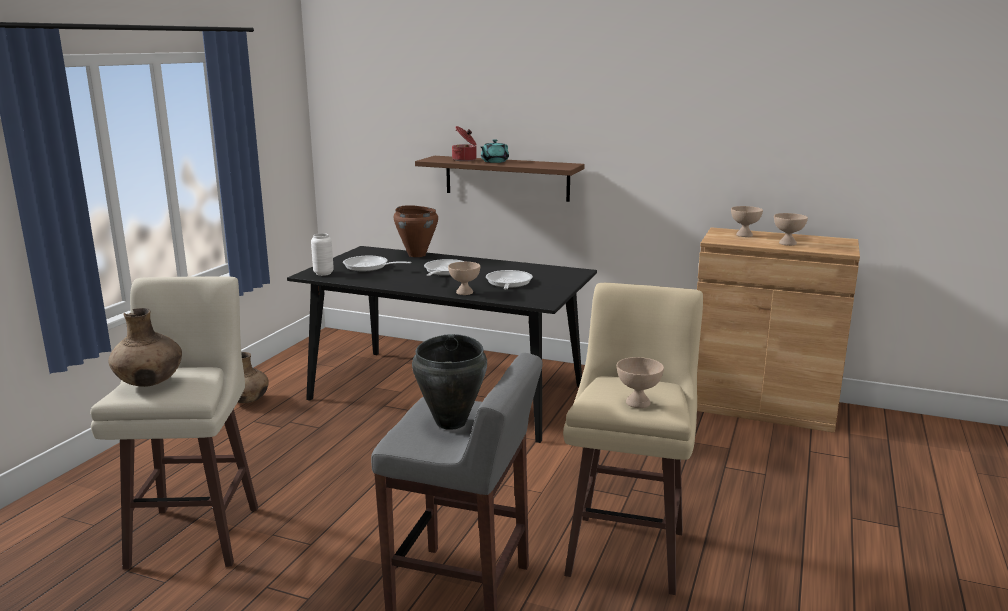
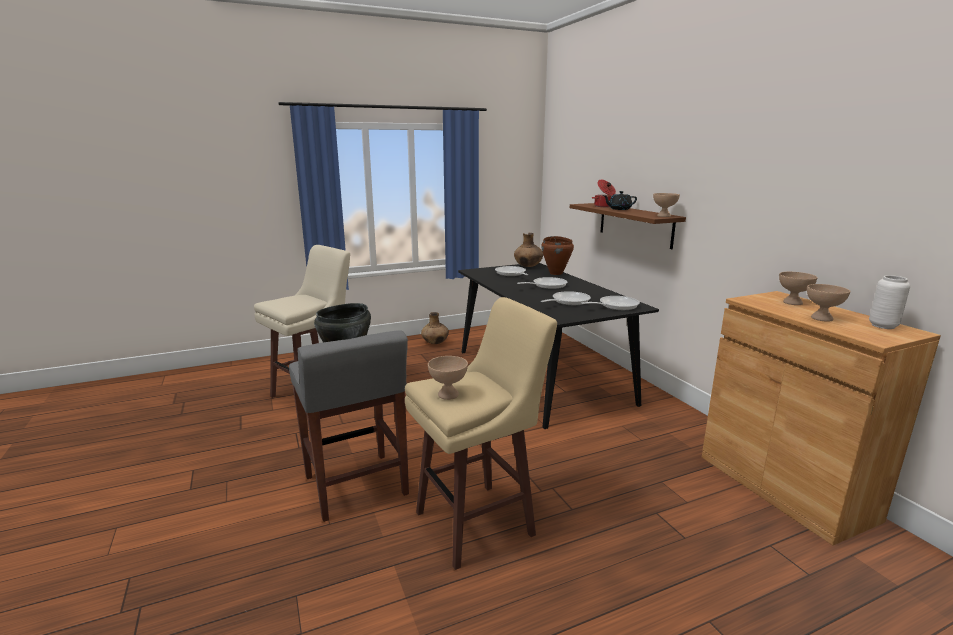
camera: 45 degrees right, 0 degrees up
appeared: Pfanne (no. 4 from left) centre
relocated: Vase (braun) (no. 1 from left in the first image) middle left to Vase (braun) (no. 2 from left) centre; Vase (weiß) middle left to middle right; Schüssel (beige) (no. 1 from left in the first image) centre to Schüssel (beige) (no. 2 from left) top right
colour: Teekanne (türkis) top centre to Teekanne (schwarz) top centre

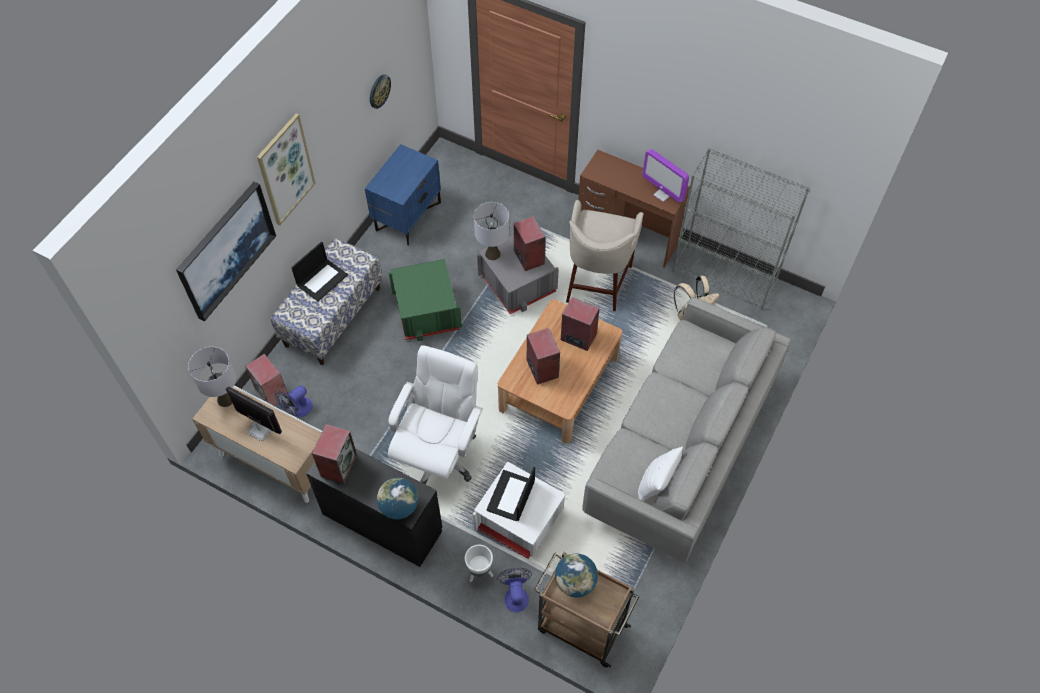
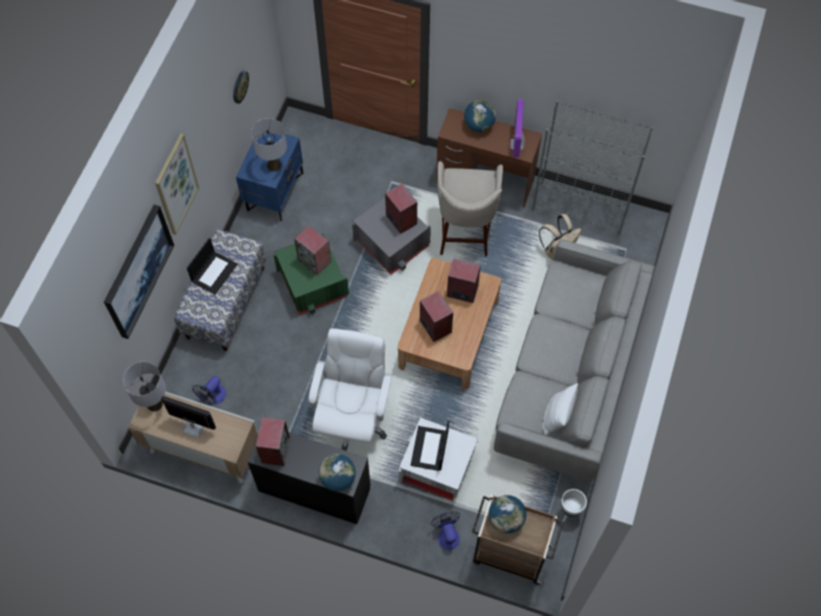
camera: 10 degrees left, 5 degrees up
appeared: Globus (no. 2 from left) top centre
relocated: Lautsprecher (no. 1 from left in the first image) middle left to Lautsprecher (no. 2 from left) centre; Pflanzkübel (weiß) bottom centre to bottom right; Tischlampe (grau) (no. 2 from left) centre to top left
spun: Monitor (no. 2 from left) top centre = top centre 60 degrees clockwise

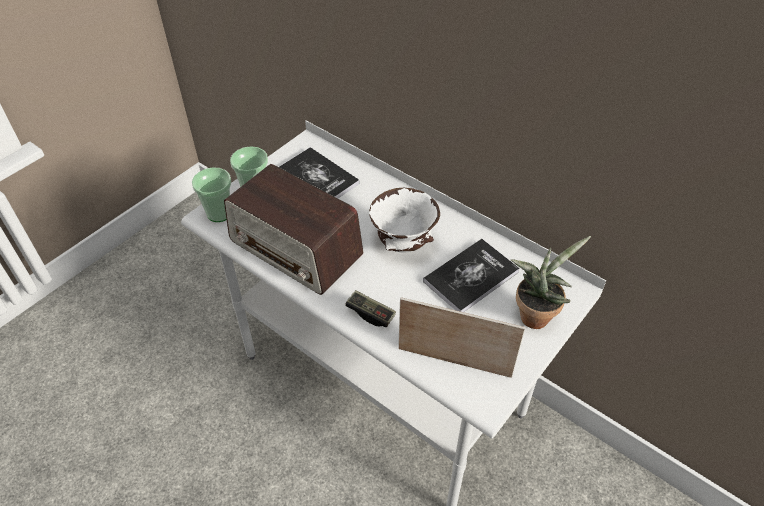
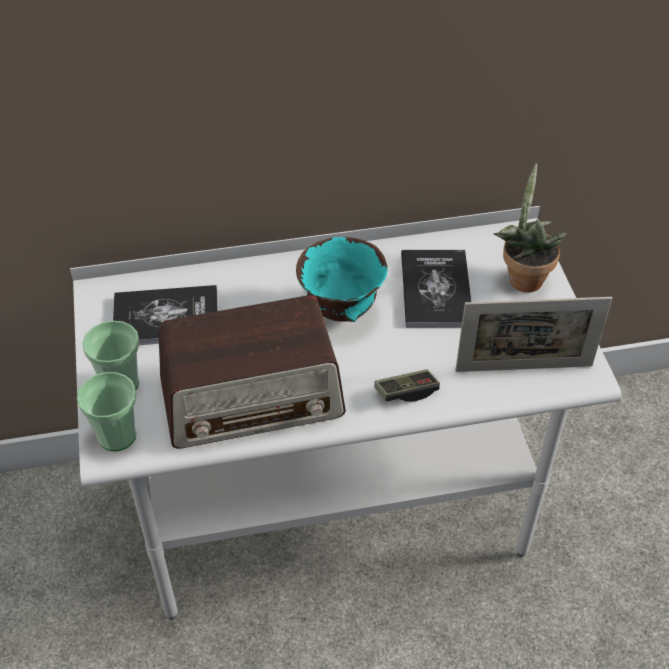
camera: 50 degrees left, 0 degrees up
colour: Schüssel (weiß) centre to Schüssel (türkis) centre
spun: Bilderrahmen centre = middle right 150 degrees counterclockwise

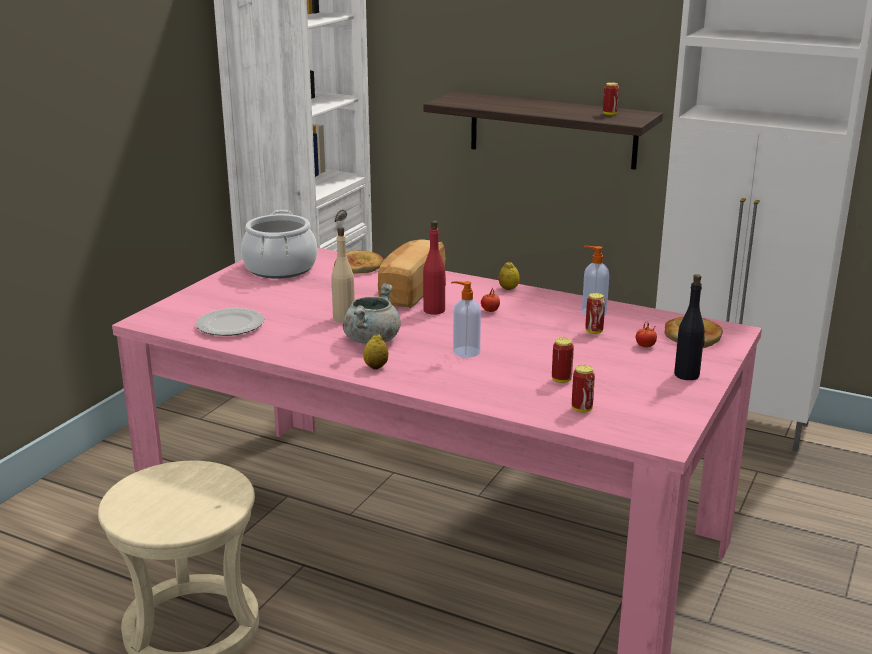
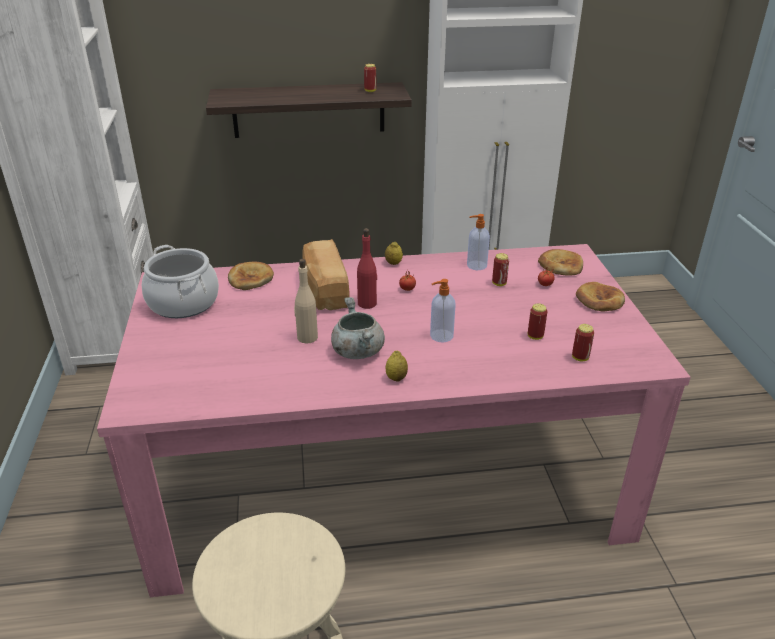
camera: 35 degrees left, 10 degrees up
missing: Teller middle left
exchanged: Flasche (schwarz) middle right to Brot (no. 4 from left) middle right

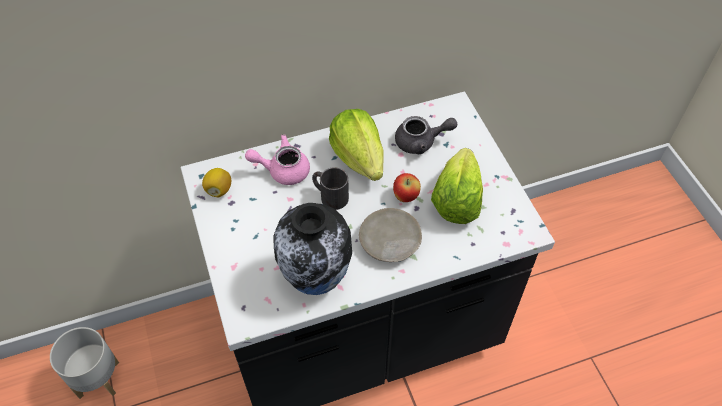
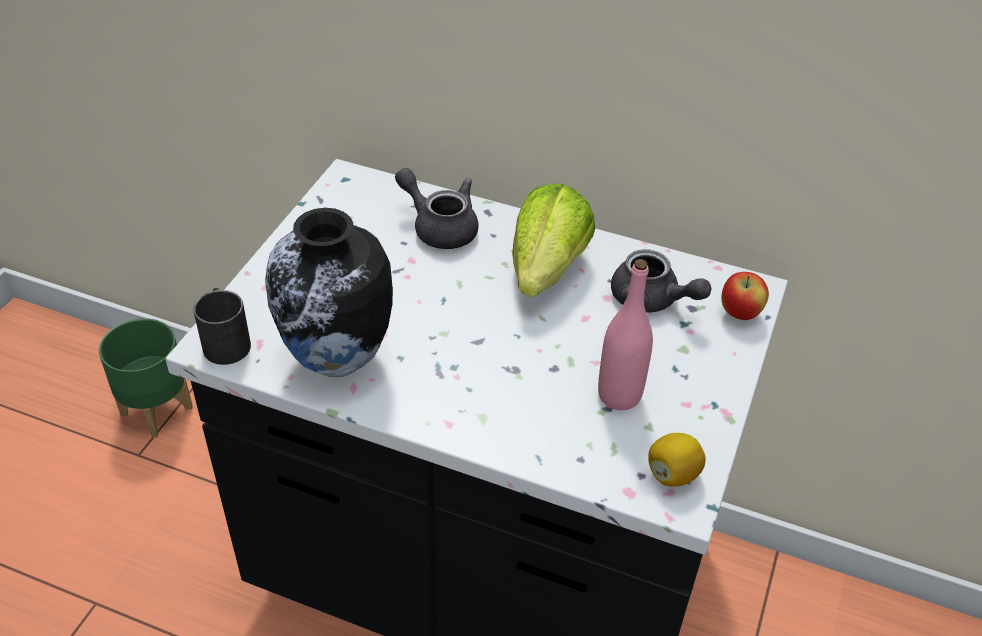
camera: 40 degrees right, 10 degrees down
missing: Teller (beige) centre
relocated: Zitrone middle left to bottom right; Henkelbecher (schwarz) centre to middle left; Apfel centre to middle right
exchanged: Salatkopf (no. 2 from left) centre to Flasche (rosa) centre
colour: Pflanzkübel (grau) bottom left to Pflanzkübel (grün) middle left; Teekanne (rosa) centre to Teekanne (grau) (no. 1 from left) top centre

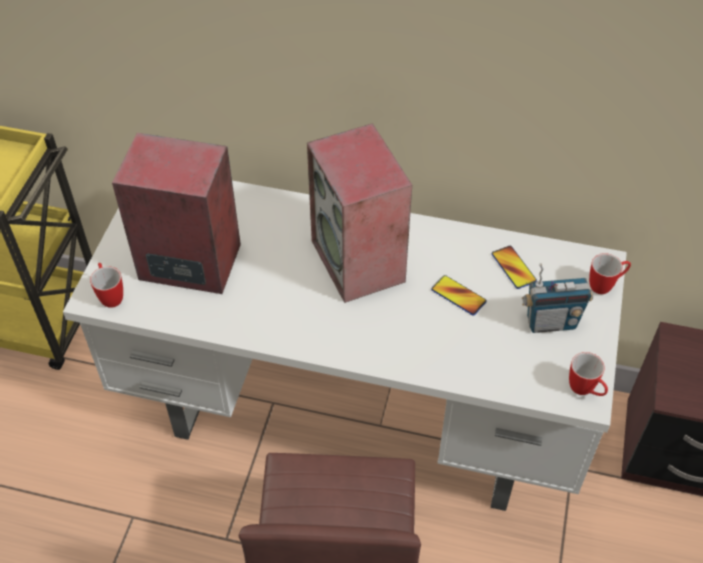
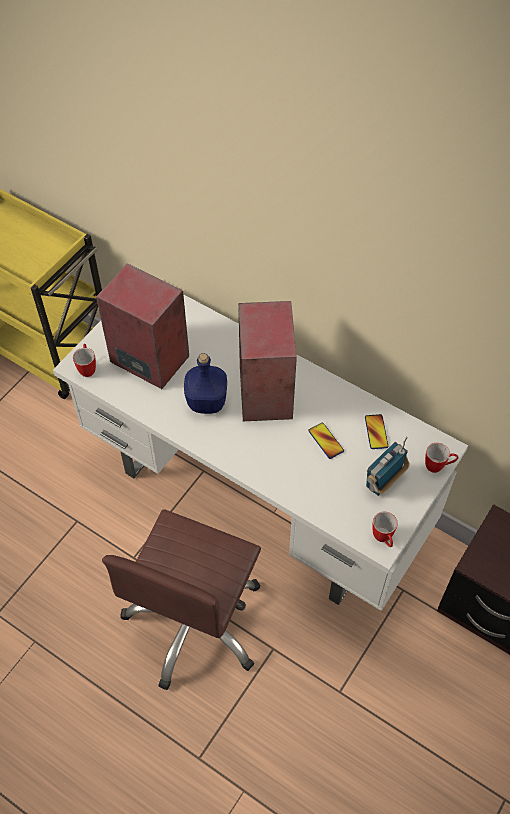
camera: 20 degrees right, 5 degrees up
appeared: Flasche (blau) centre
spun: Radio middle right = middle right 120 degrees clockwise

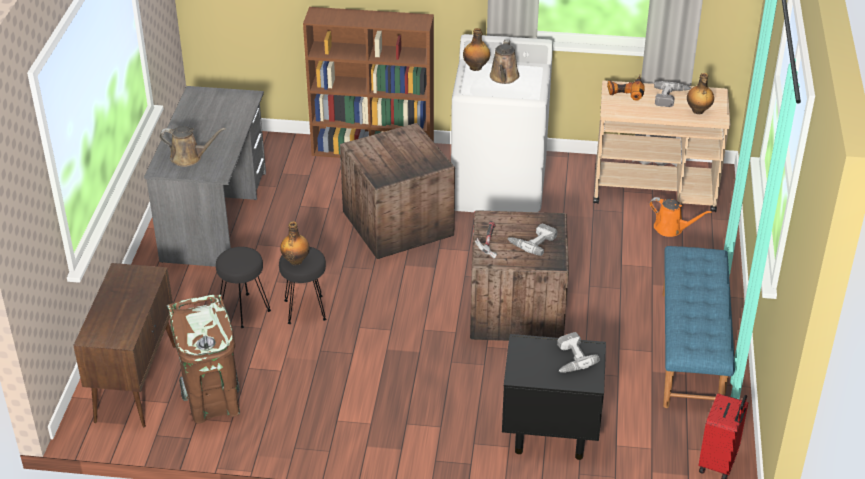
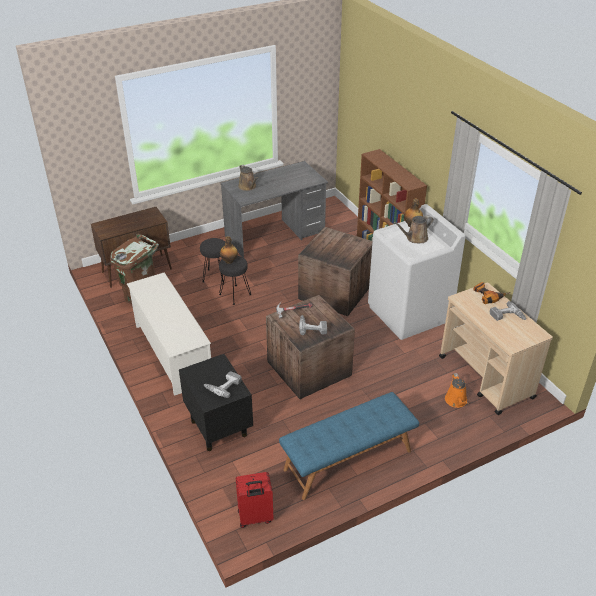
camera: 55 degrees right, 0 degrees up
missing: Flasche (no. 3 from left) top right
appeared: Schuhregal (weiß) middle left

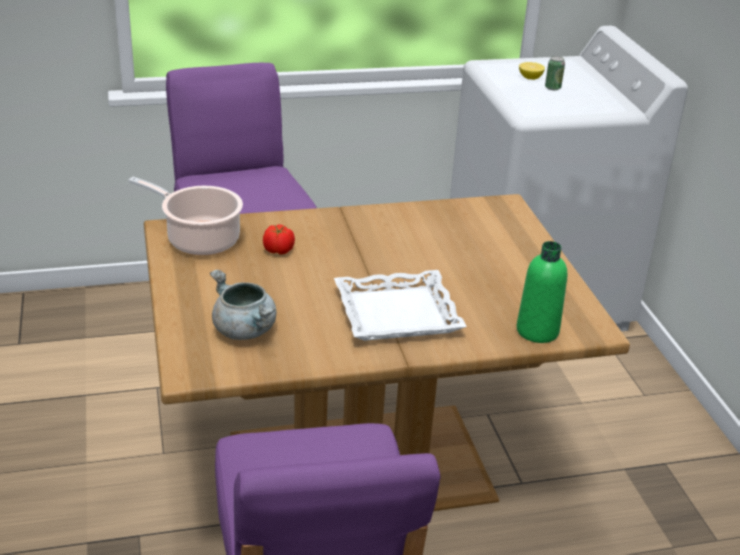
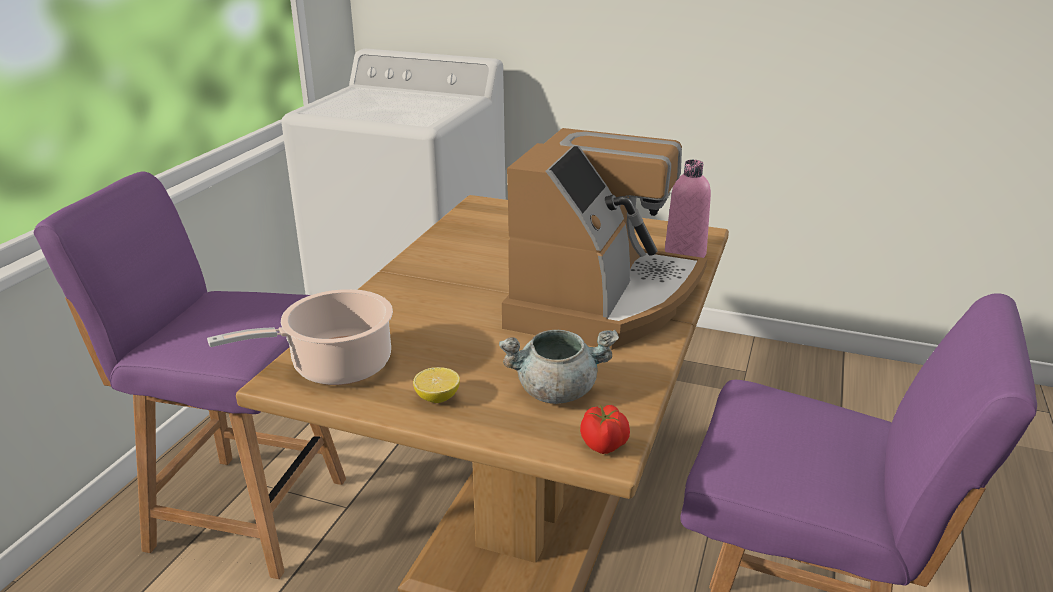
camera: 55 degrees left, 5 degrees down
missing: Dose top right
relocated: Tomate centre to bottom centre; Zitrone top right to centre
exchanged: Tablett (weiß) centre to Kaffeemaschine centre
colour: Flasche (grün) middle right to Flasche (rosa) centre

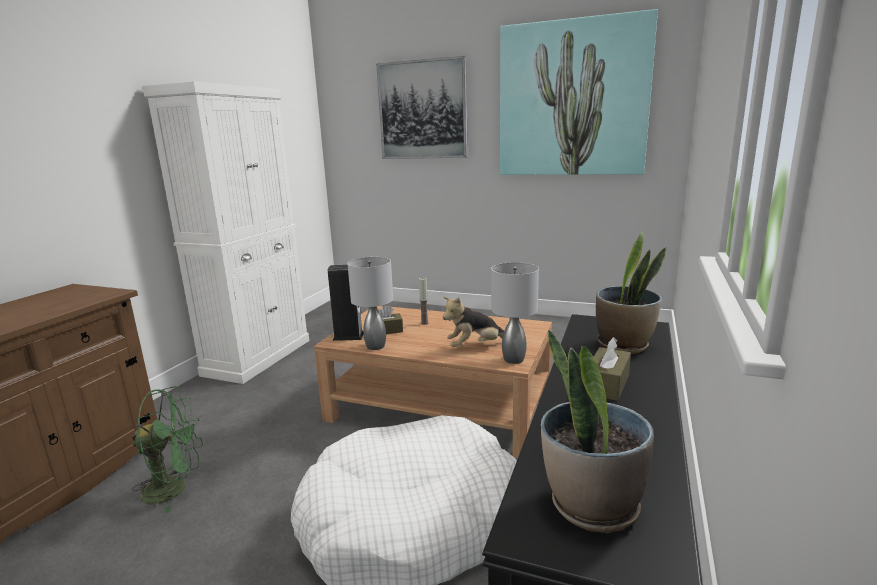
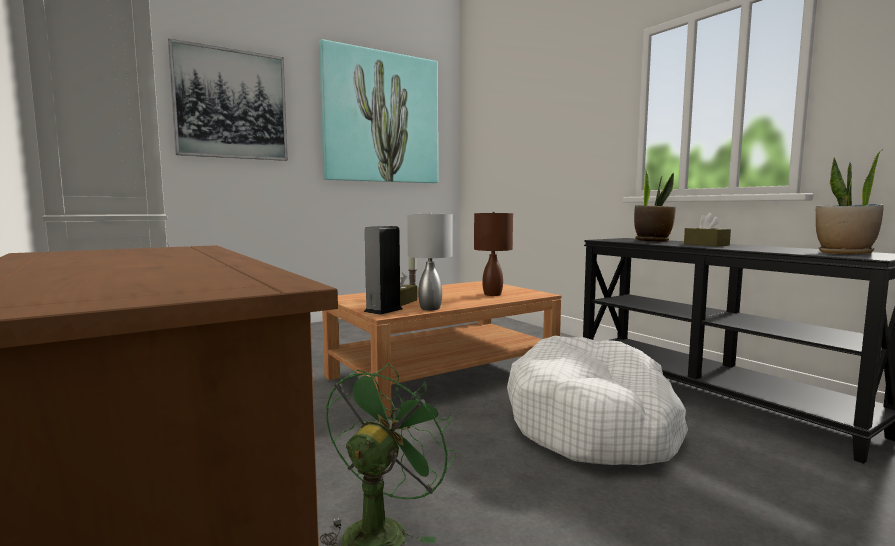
camera: 55 degrees left, 10 degrees down
missing: Tischlampe (grau) (no. 2 from left) centre
exchanged: Plüschtier centre to Tischlampe (braun) centre

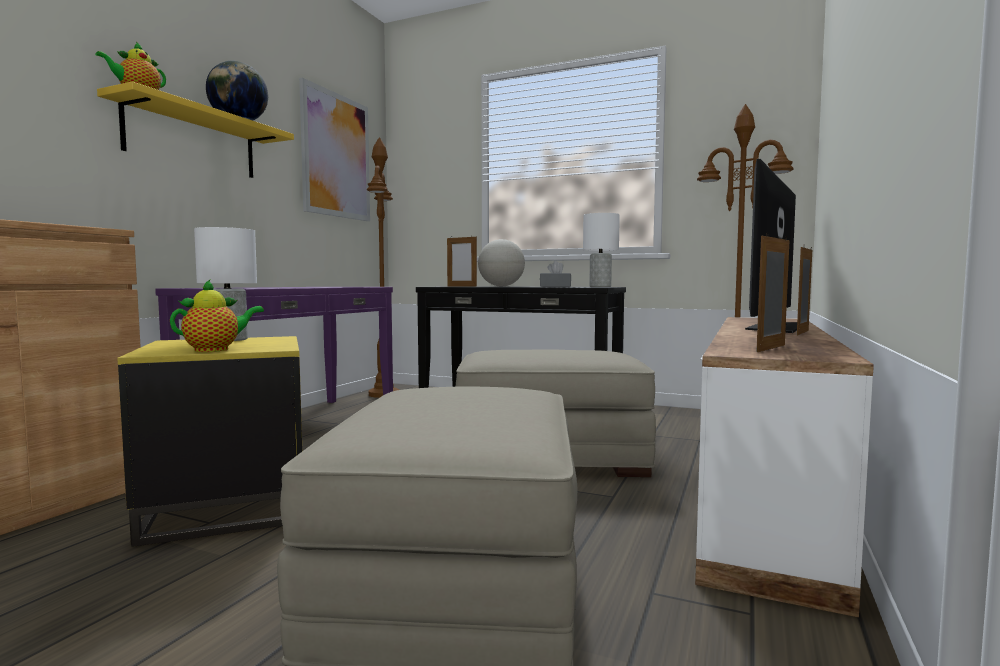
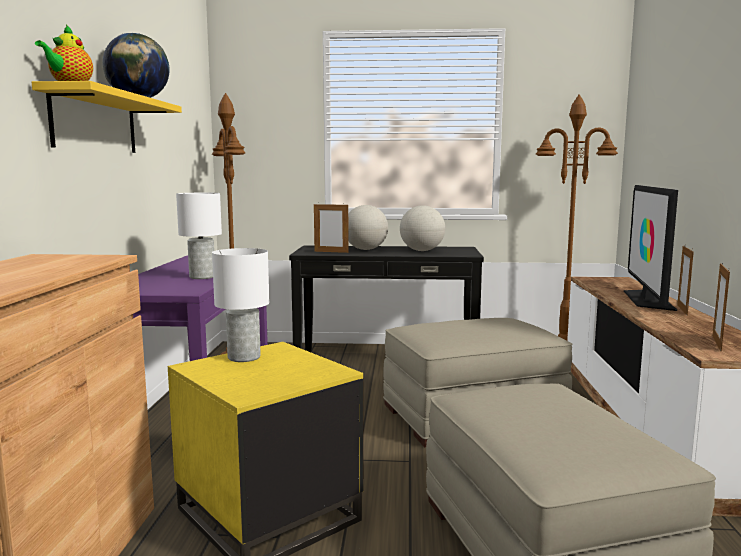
camera: 20 degrees left, 5 degrees up
missing: Teekanne (no. 2 from left) middle left; Bild top centre
relocated: Tischlampe (weiß) (no. 2 from left in the first image) centre to Tischlampe (weiß) (no. 1 from left) middle left
exchanged: Taschentuchbox (grau) centre to Globus (no. 3 from left) centre

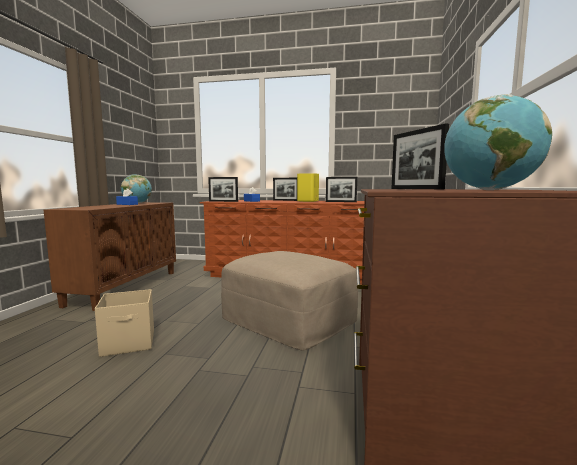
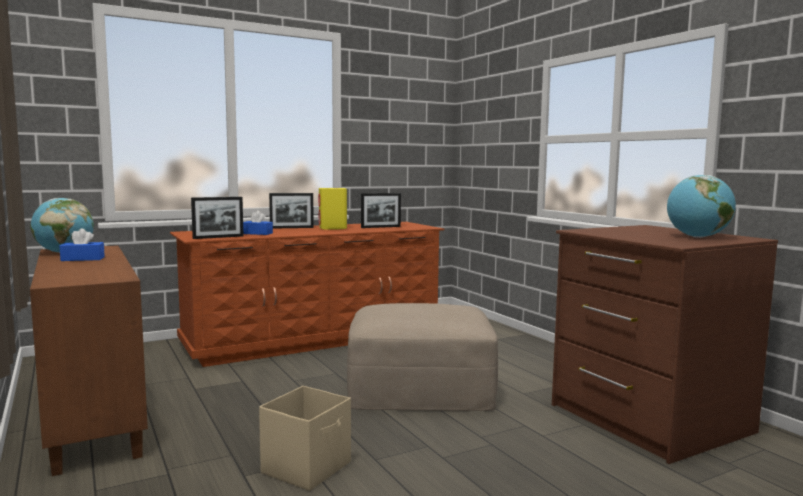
camera: 40 degrees left, 0 degrees up
missing: Bilderrahmen (no. 4 from left) middle right

